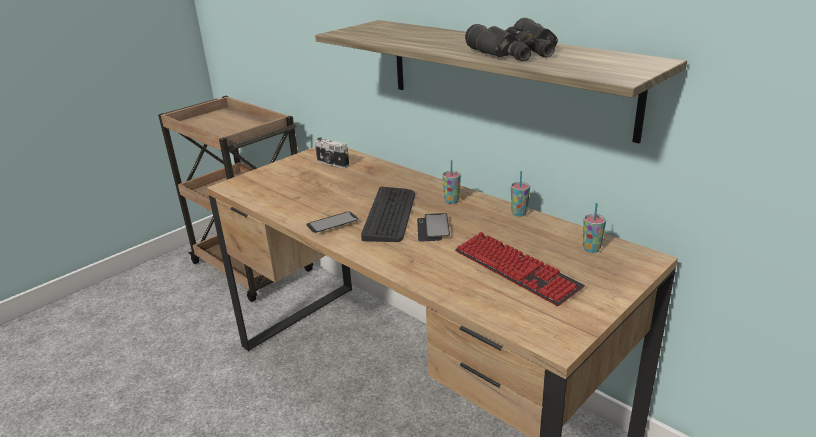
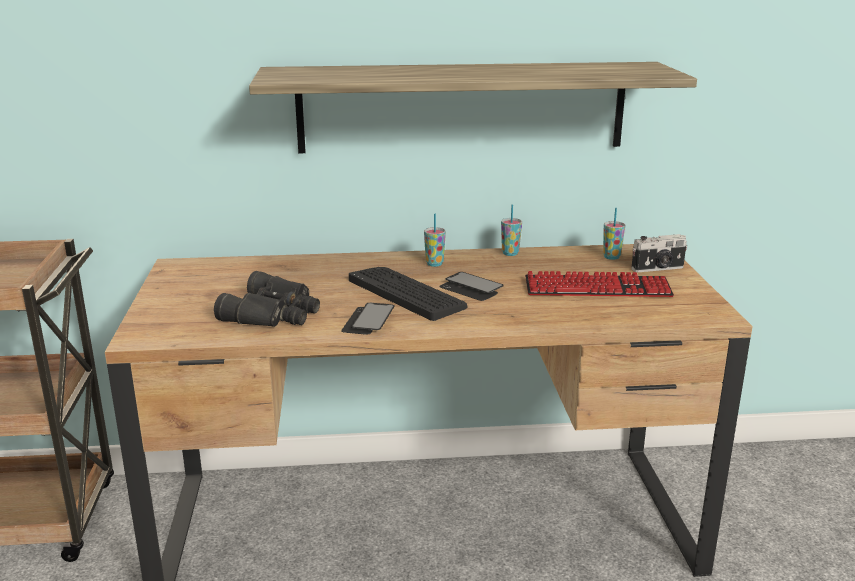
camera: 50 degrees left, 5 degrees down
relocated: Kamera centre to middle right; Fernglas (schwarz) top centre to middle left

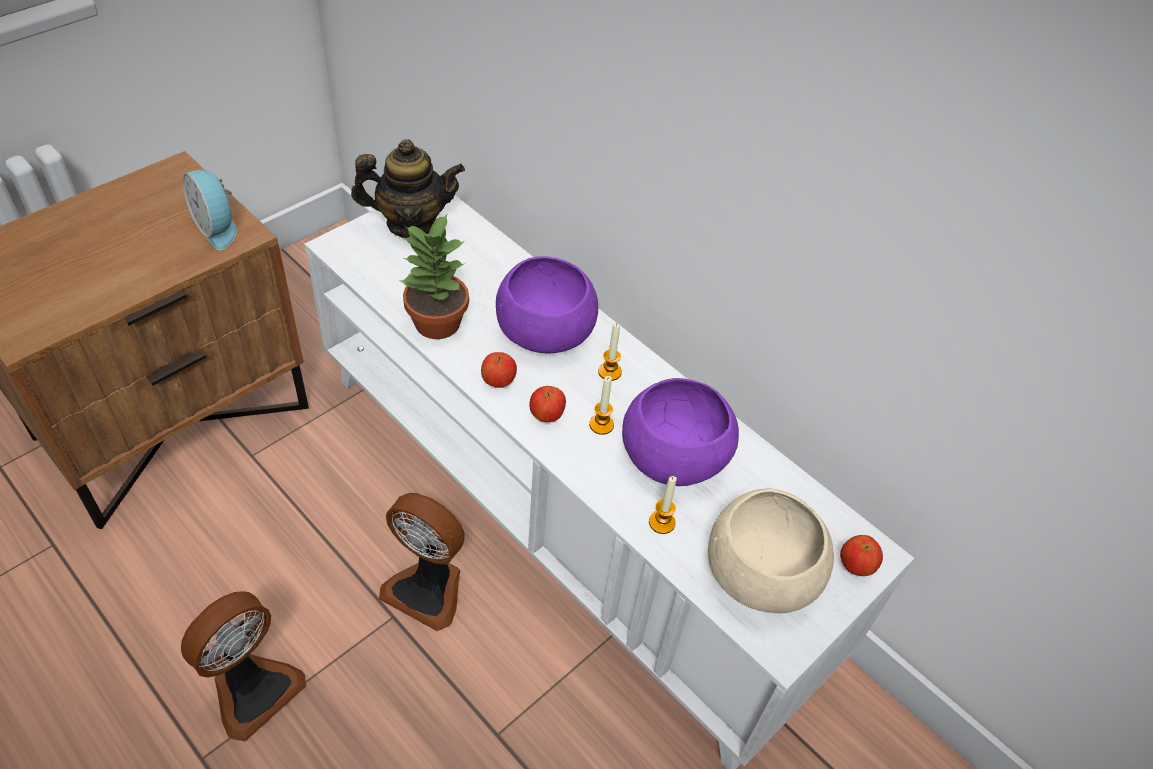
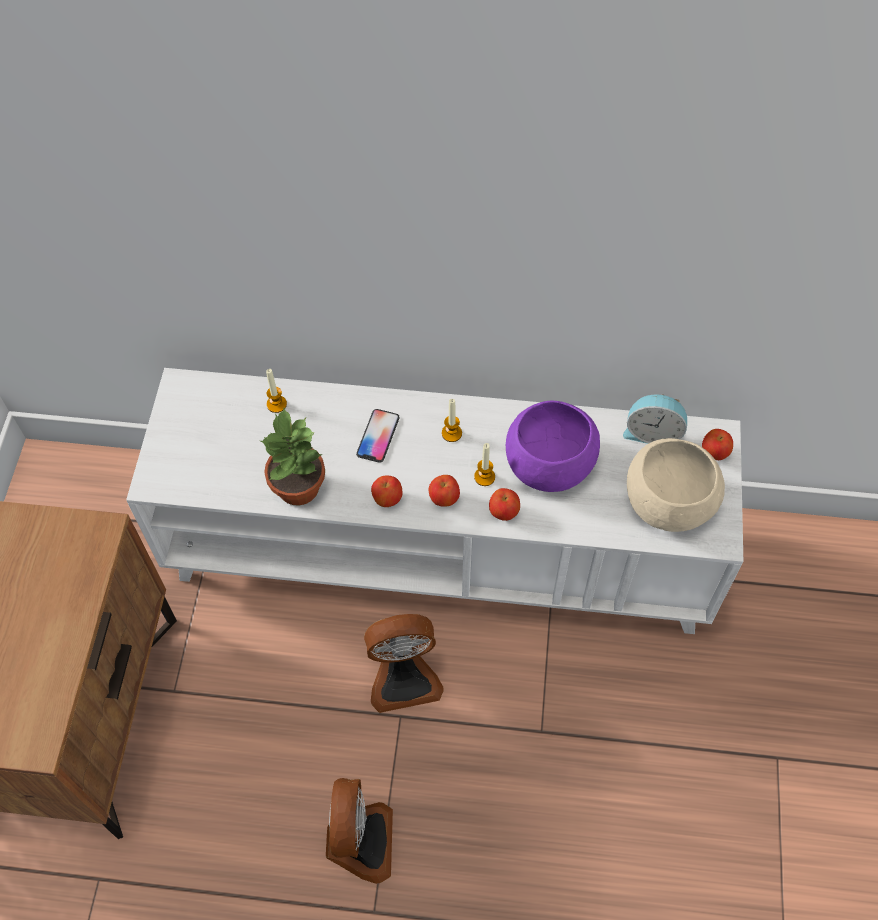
camera: 35 degrees left, 10 degrees up
missing: Teekanne top centre
appeared: Apfel (no. 3 from left) centre
relocated: Wecker top left to middle right; Kerze (no. 3 from left in the first image) centre to Kerze (no. 1 from left) middle left
exchanged: Schüssel (lila) (no. 1 from left) centre to Handy centre

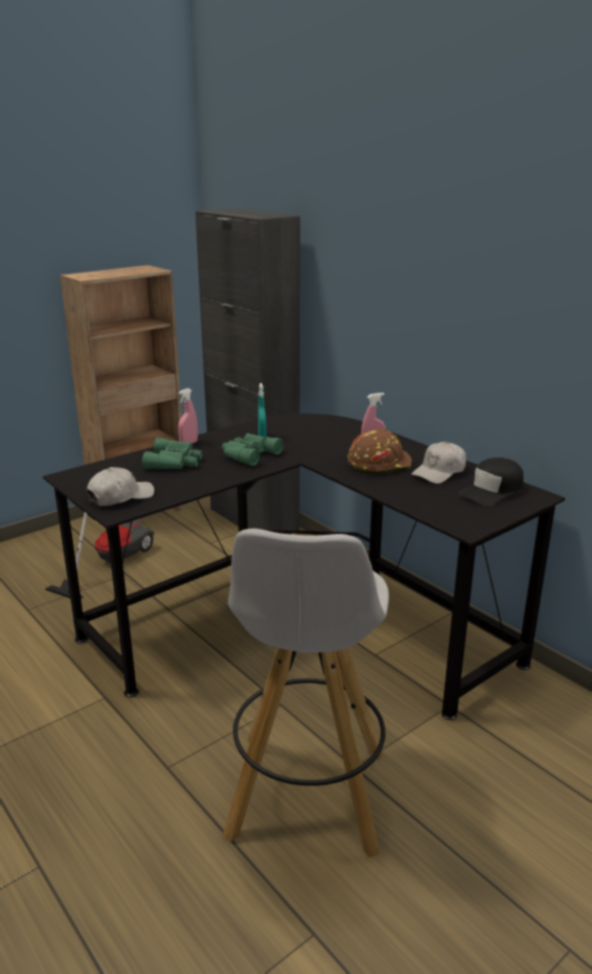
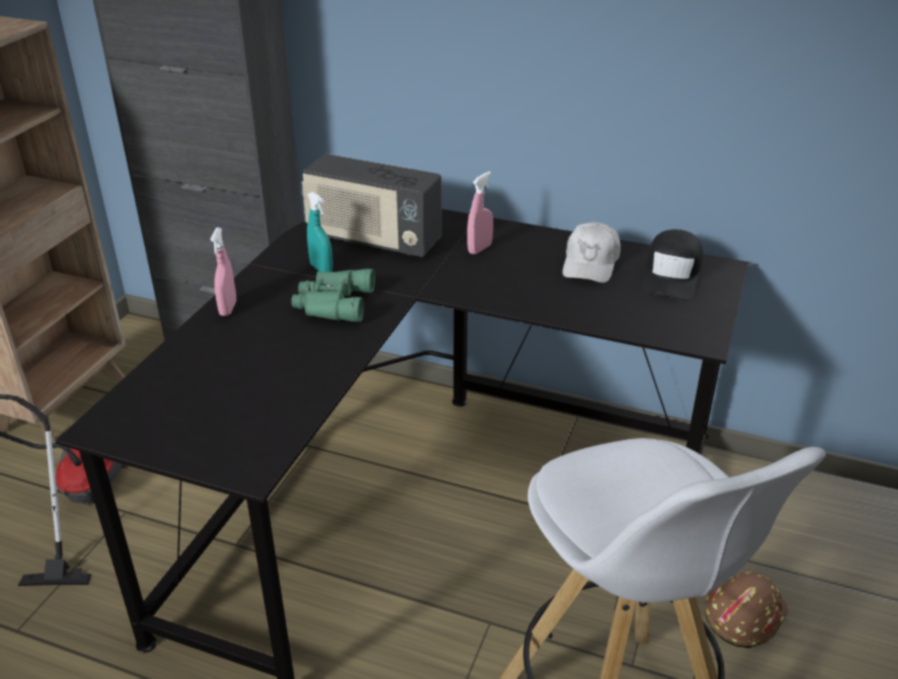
camera: 30 degrees left, 10 degrees up
missing: Kappe (weiß) (no. 1 from left) middle left; Fernglas (grün) (no. 1 from left) middle left
appeared: Radio top centre
relocated: Schutzhelm (braun) centre to bottom right

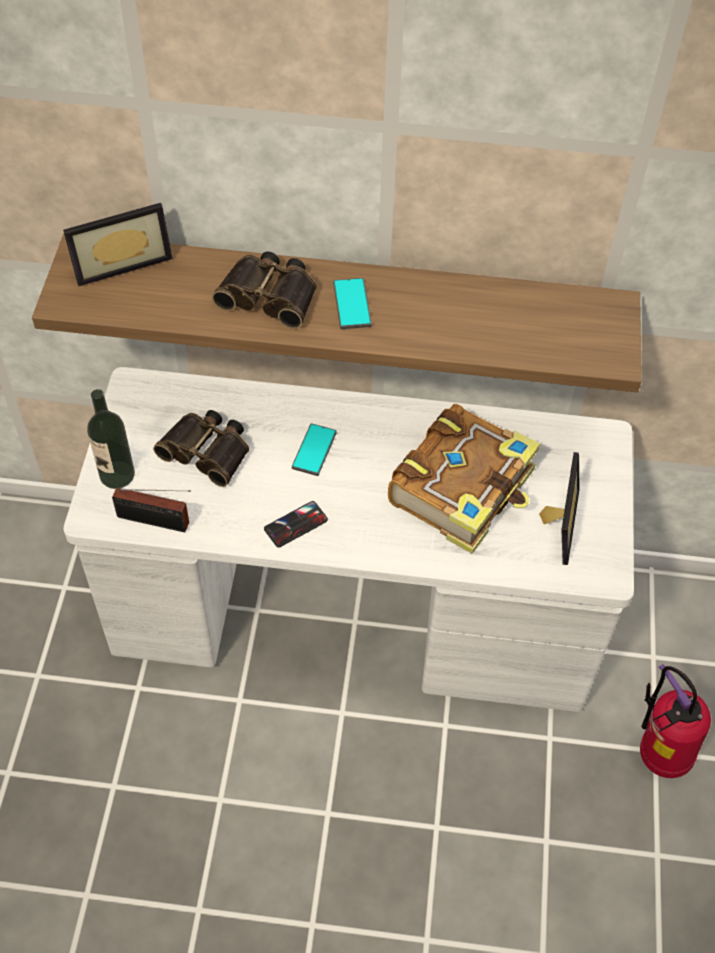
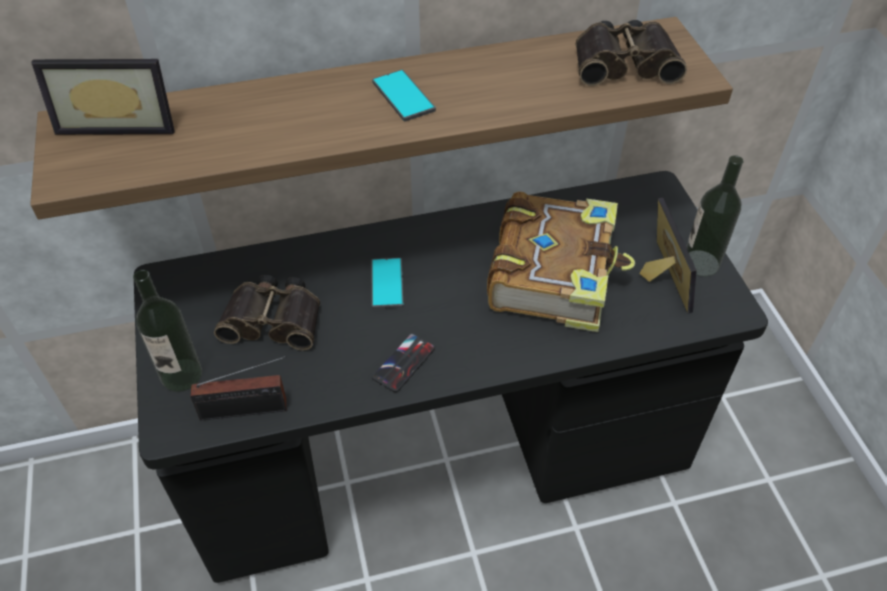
camera: 20 degrees left, 5 degrees down
missing: Feuerlöscher bottom right
appeared: Flasche (no. 2 from left) middle right
relocated: Fernglas (no. 2 from left) top centre to top right
colour: Schreibtisch (weiß) centre to Schreibtisch (schwarz) centre
spun: Bilderrahmen (no. 1 from left) top left = top left 45 degrees clockwise

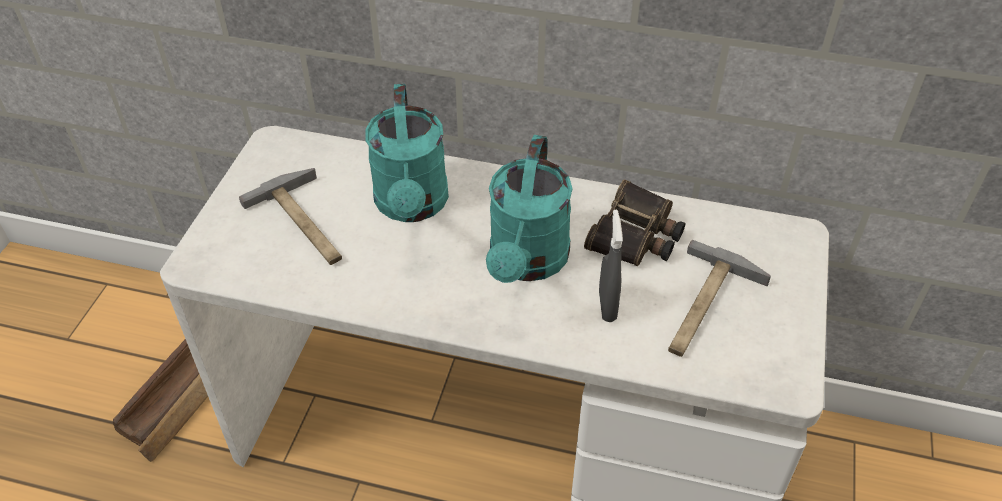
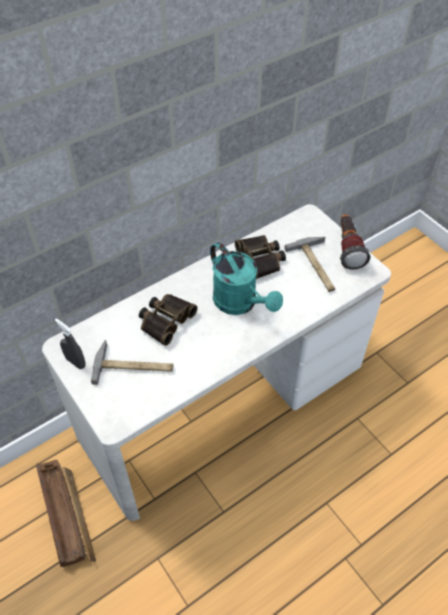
camera: 50 degrees left, 5 degrees up
appeared: Taschenlampe middle right
relocated: Sprühflasche (grau) centre to middle left
exchanged: Gießkanne (türkis) (no. 1 from left) top centre to Fernglas (no. 1 from left) centre

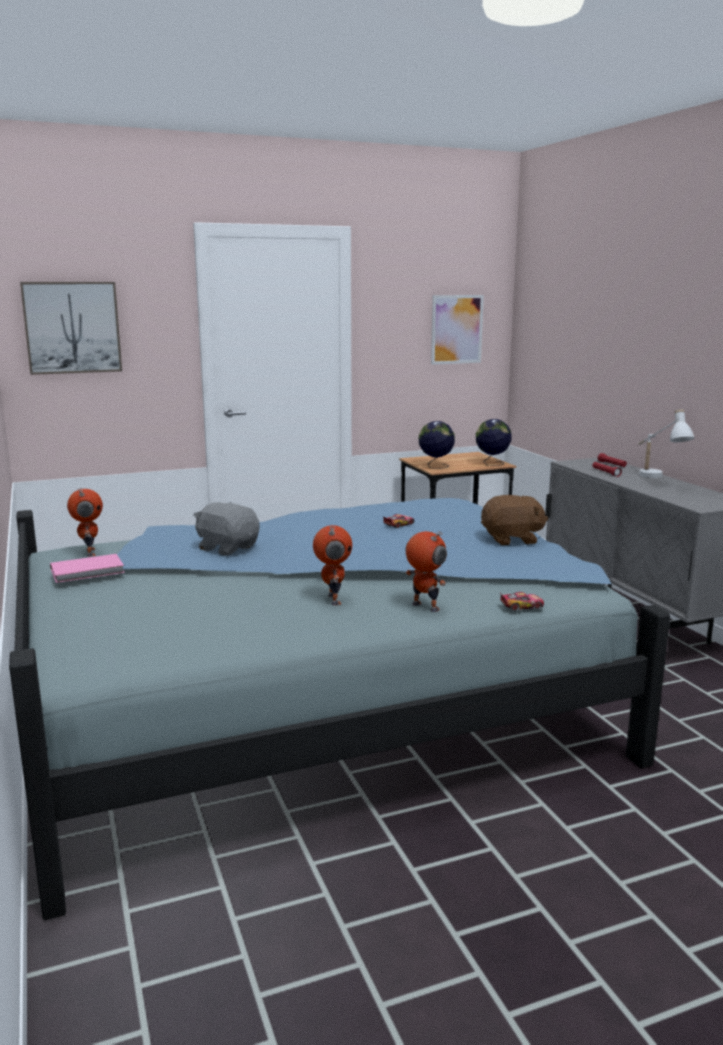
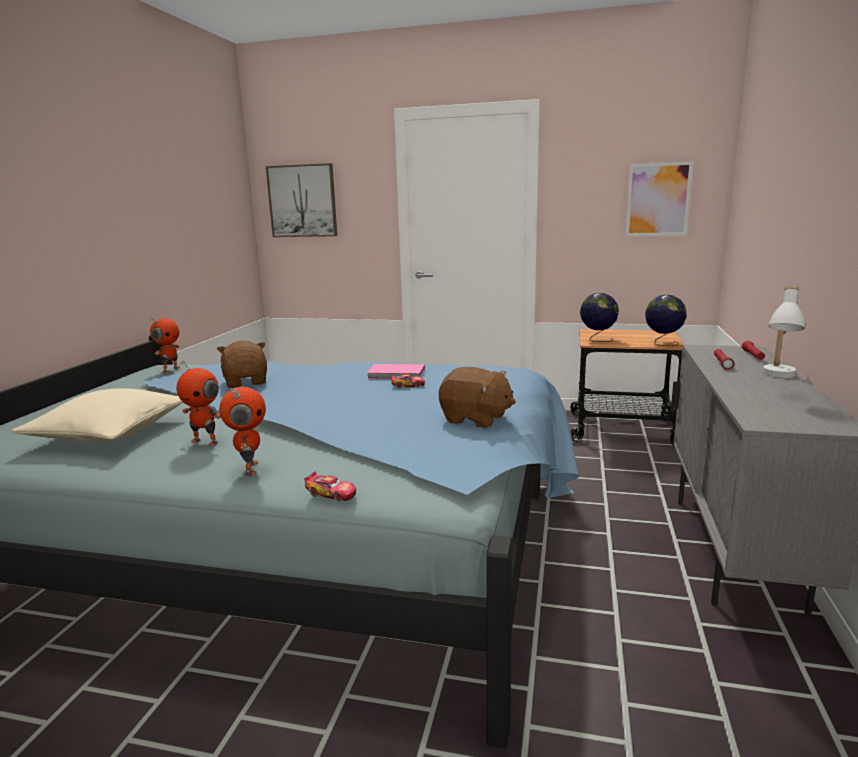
camera: 35 degrees right, 0 degrees up
appeared: Kissen (beige) middle left
relocated: Buch (rosa) middle left to centre
colour: Plüschtier (grau) middle left to Plüschtier (braun) (no. 1 from left) middle left
spun: Spielzeugroboter (no. 2 from left) centre = middle left 90 degrees clockwise

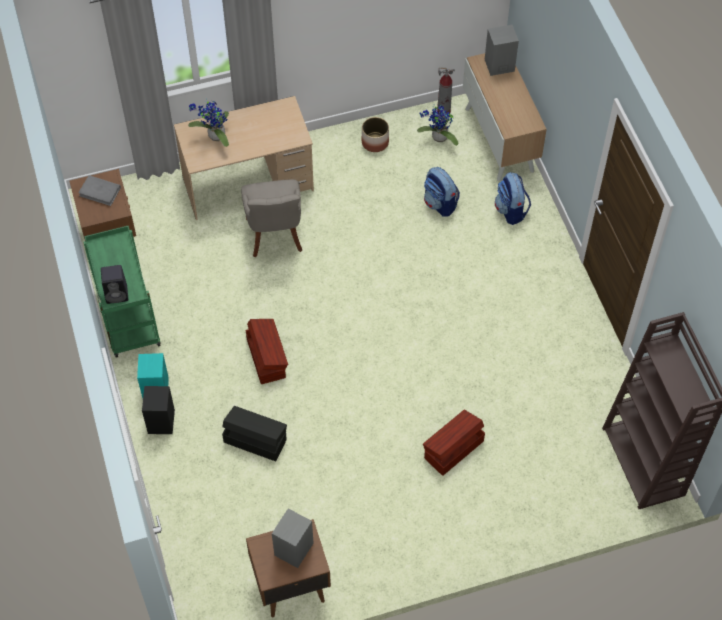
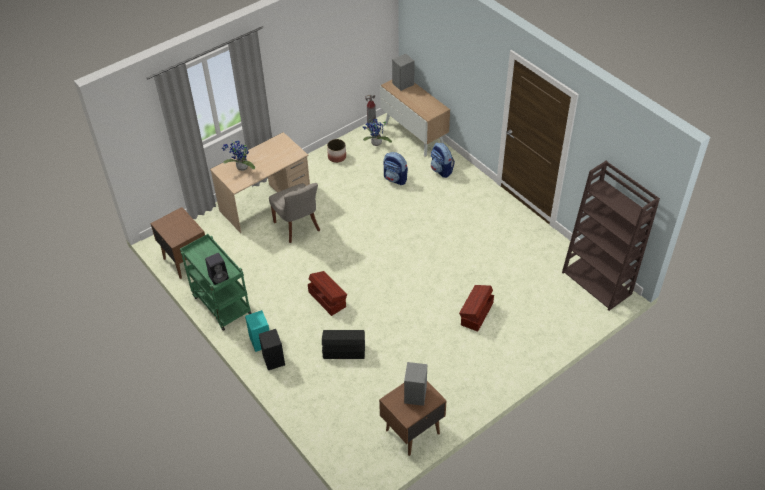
camera: 20 degrees left, 10 degrees down
missing: Buch (grau) top left

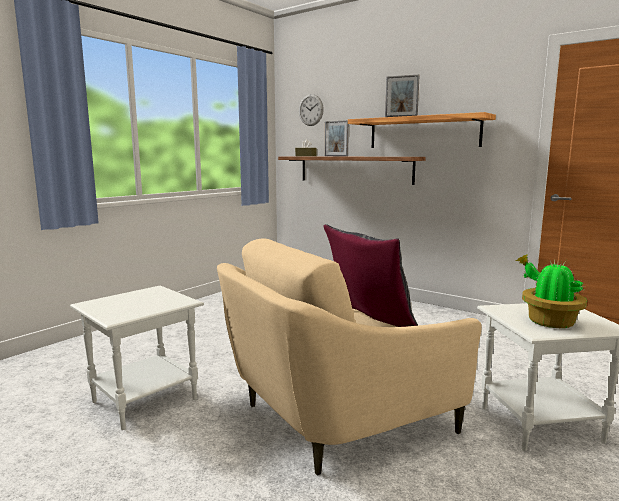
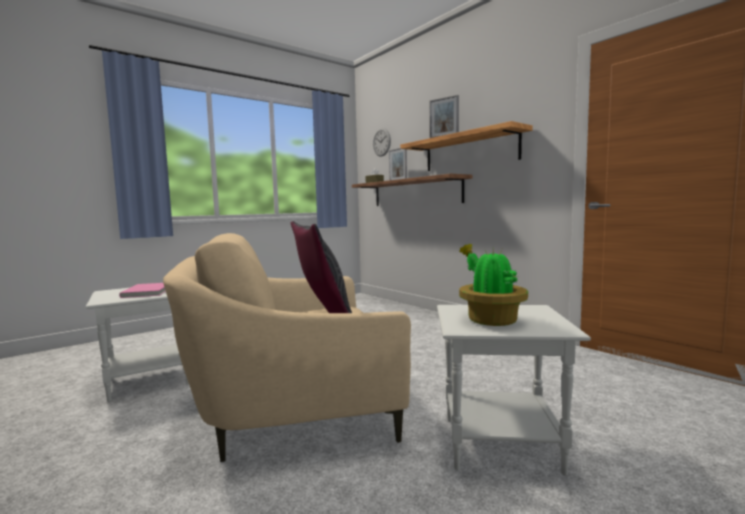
camera: 15 degrees right, 5 degrees down
appeared: Buch (rosa) middle left

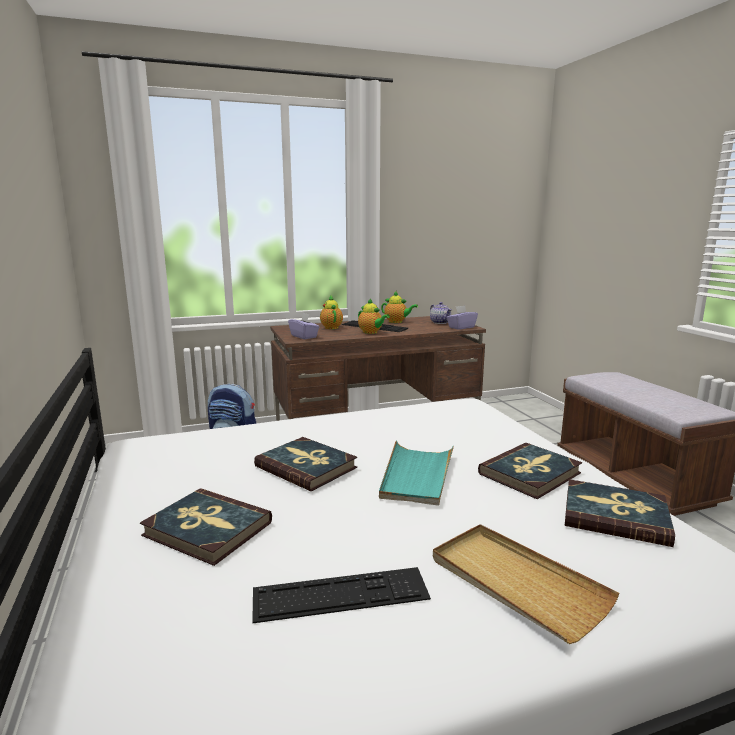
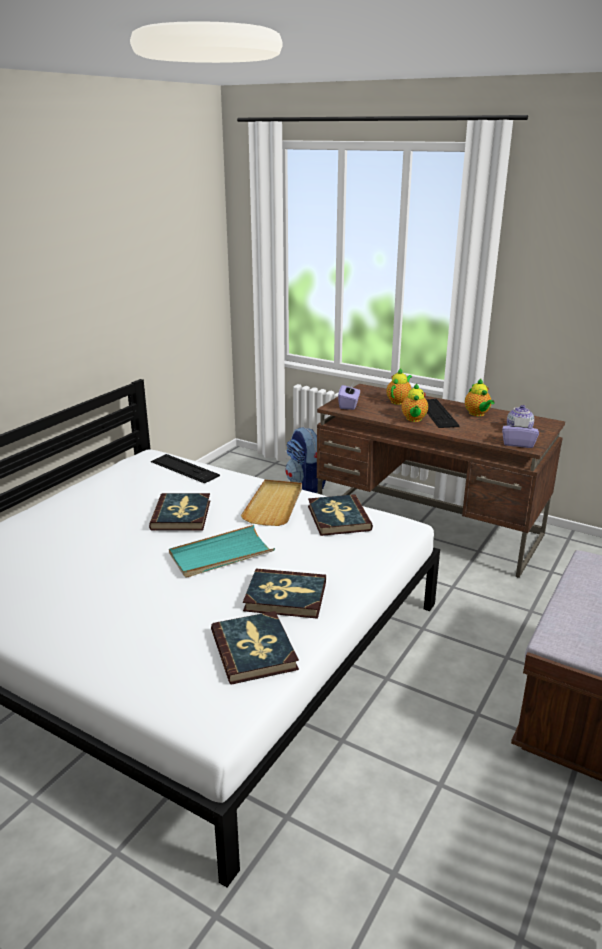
camera: 50 degrees right, 10 degrees up
relocated: Buch (no. 1 from left in the first image) bottom left to Buch (no. 4 from left) centre; Tastatur (no. 1 from left) bottom centre to middle left; Tablett (beige) bottom right to centre

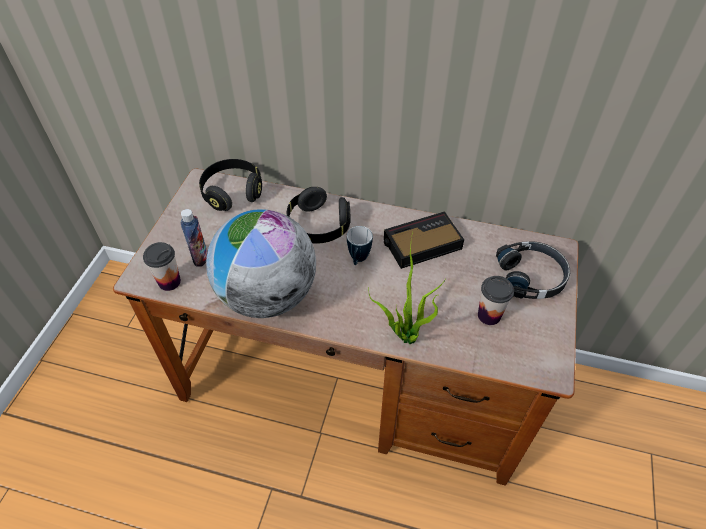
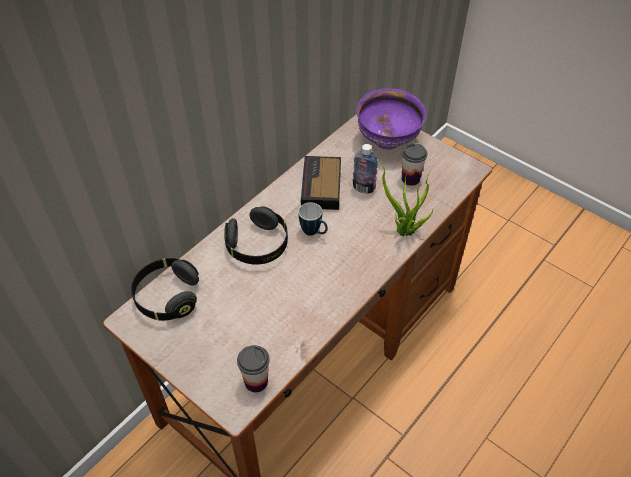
camera: 65 degrees left, 0 degrees up
missing: Globus centre
relocated: Flasche middle left to centre
exchanged: Kopfhörer (schwarz) (no. 3 from left) middle right to Schüssel (lila) top centre

